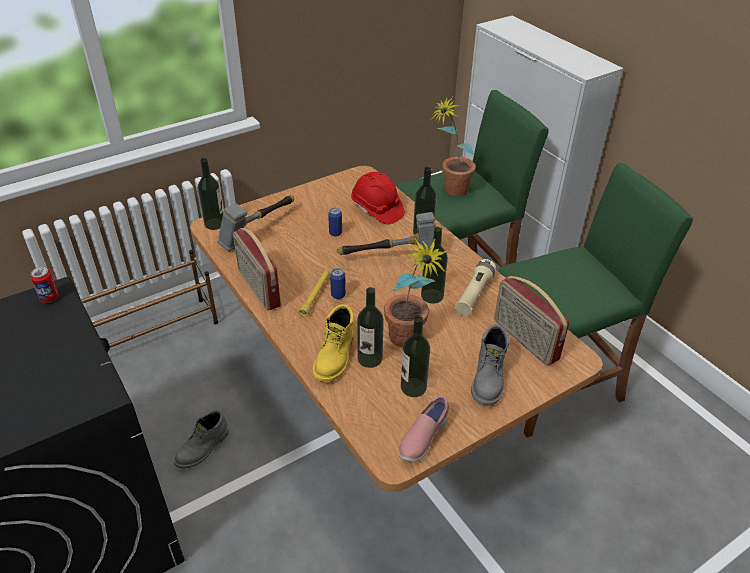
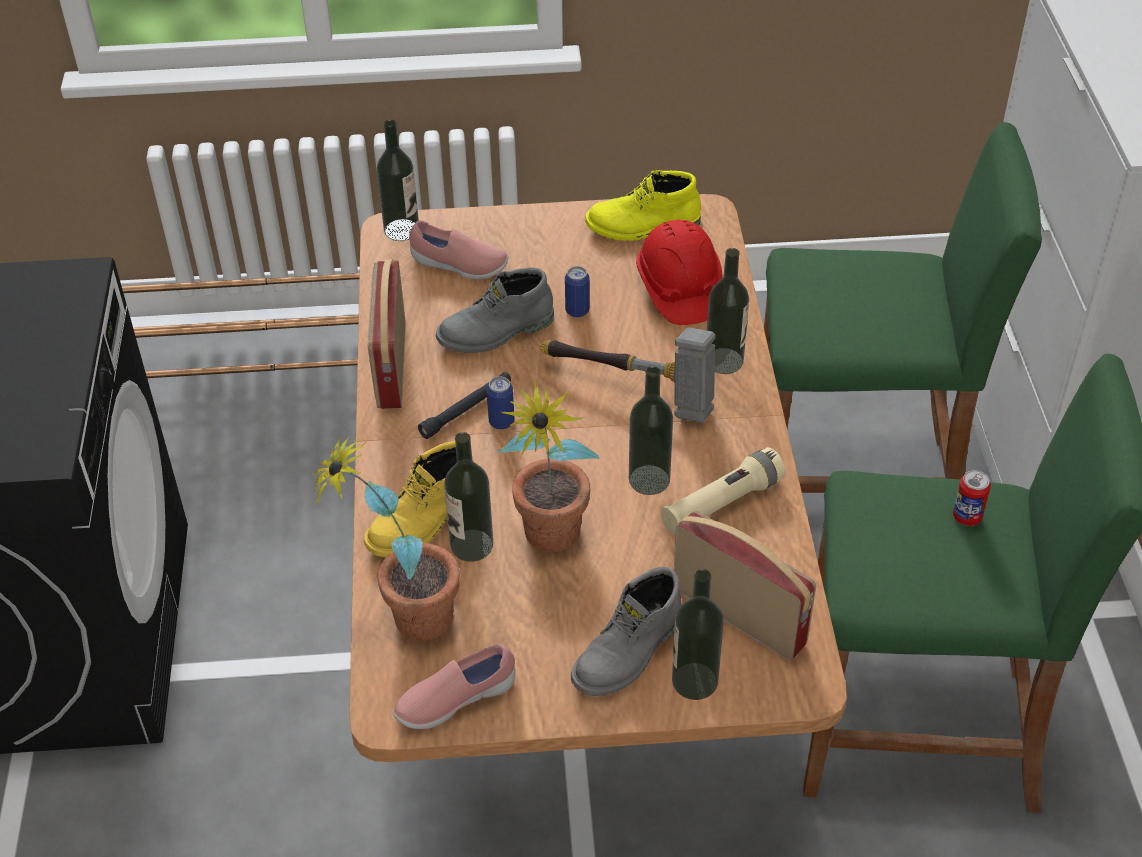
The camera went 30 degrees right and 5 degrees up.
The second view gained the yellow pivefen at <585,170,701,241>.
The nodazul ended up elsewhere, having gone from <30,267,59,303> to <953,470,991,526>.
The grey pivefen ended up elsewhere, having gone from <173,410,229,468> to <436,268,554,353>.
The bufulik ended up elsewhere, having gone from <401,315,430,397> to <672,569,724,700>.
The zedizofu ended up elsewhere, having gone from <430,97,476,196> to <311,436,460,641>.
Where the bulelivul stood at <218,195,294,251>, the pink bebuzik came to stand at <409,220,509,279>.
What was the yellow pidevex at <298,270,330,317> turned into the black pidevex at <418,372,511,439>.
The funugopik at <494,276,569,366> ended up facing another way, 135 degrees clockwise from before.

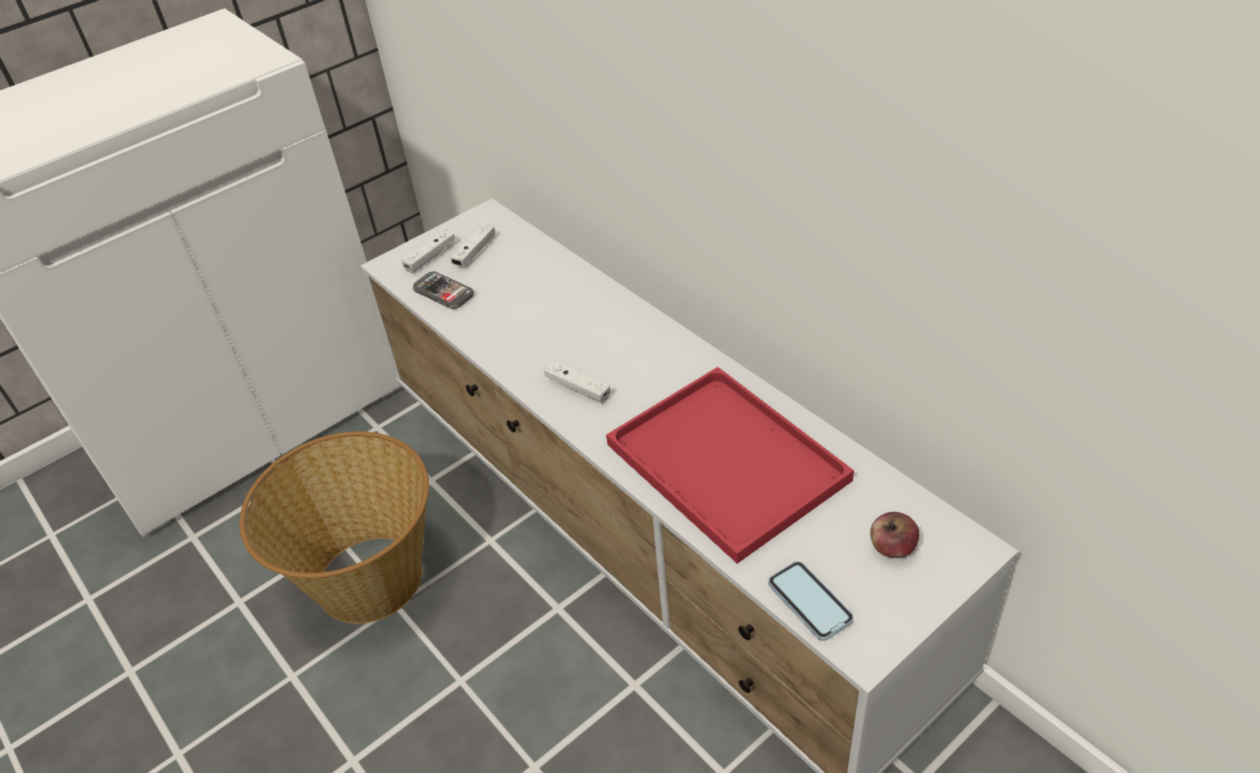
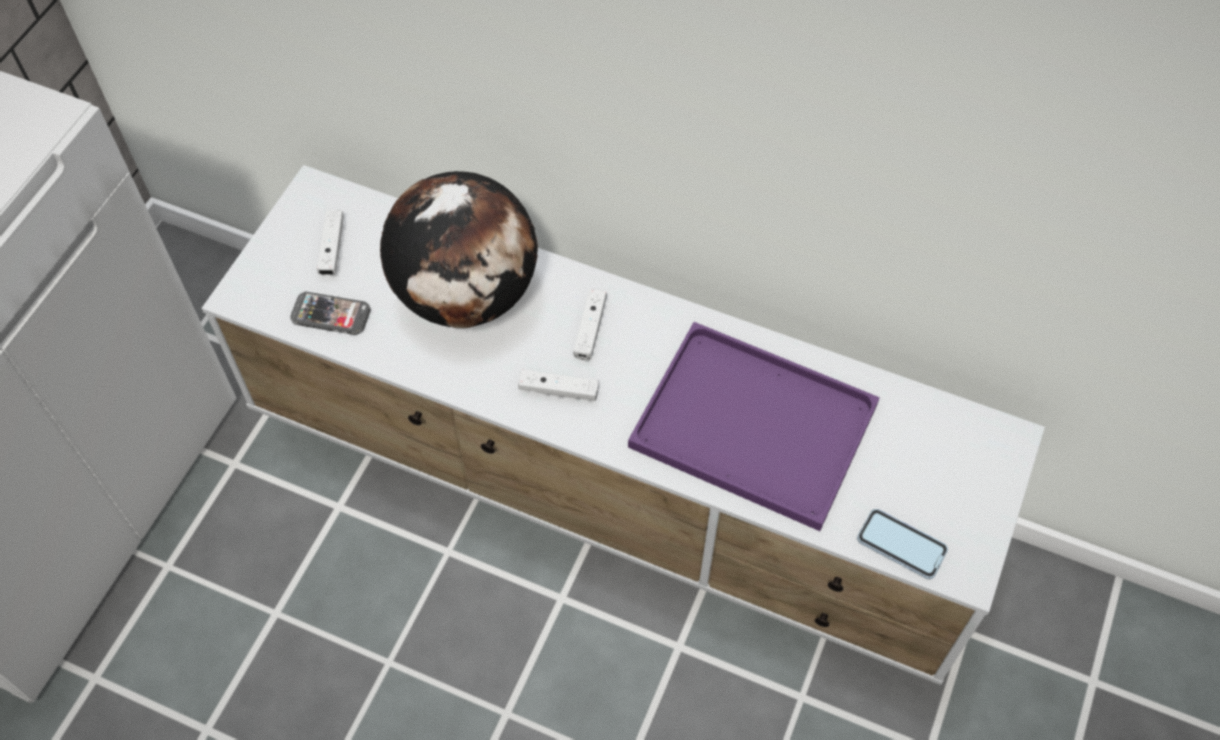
The camera went 30 degrees left and 15 degrees up.
The second view lost the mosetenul at <240,431,429,624>.
The second view lost the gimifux at <870,512,919,558>.
The second view gained the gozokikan at <380,171,538,328>.
The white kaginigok ended up elsewhere, having gone from <402,230,455,273> to <573,289,607,361>.
What was the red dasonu at <606,367,854,564> turned into the purple dasonu at <628,322,880,531>.

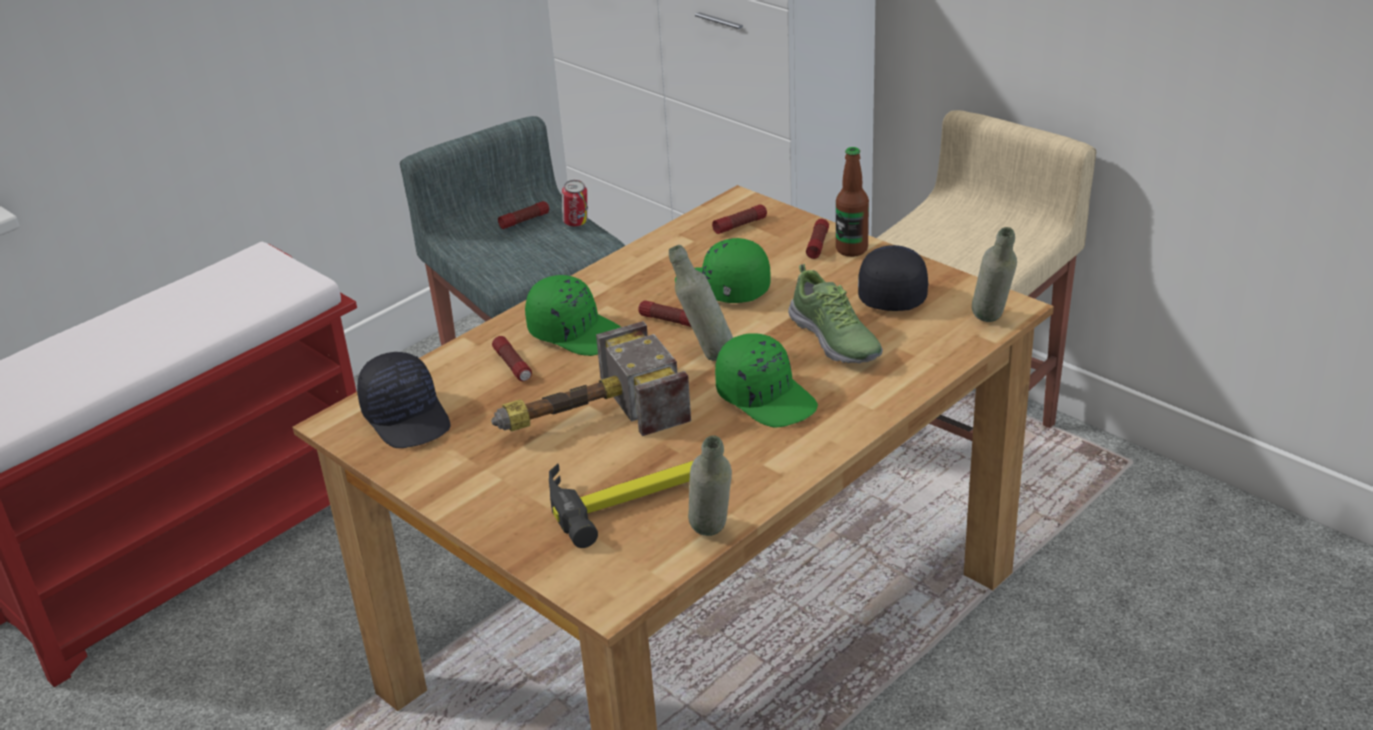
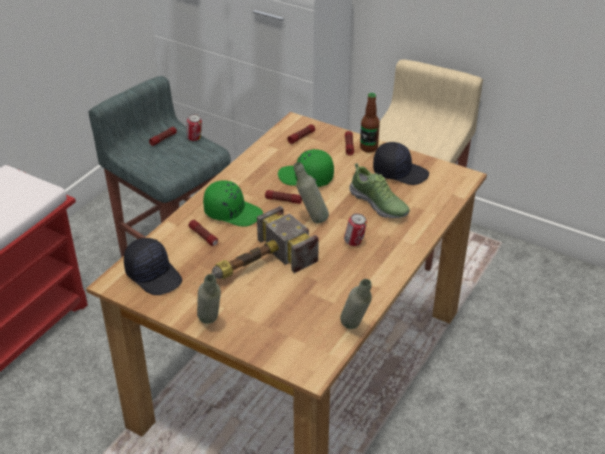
The camera went 15 degrees left and 5 degrees up.
The second view lost the bulelivul at <549,461,693,548>.
The grey bufulik ended up elsewhere, having gone from <972,227,1017,322> to <197,274,221,324>.
Where the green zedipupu stood at <715,333,818,428>, the nodazul came to stand at <344,213,367,246>.
The black zedipupu at <858,245,928,311> ended up facing another way, 105 degrees clockwise from before.

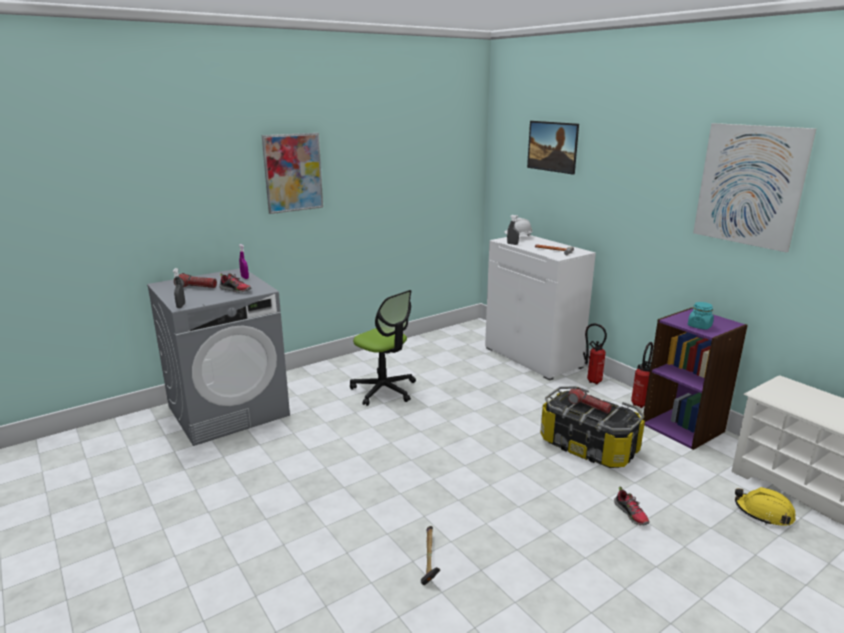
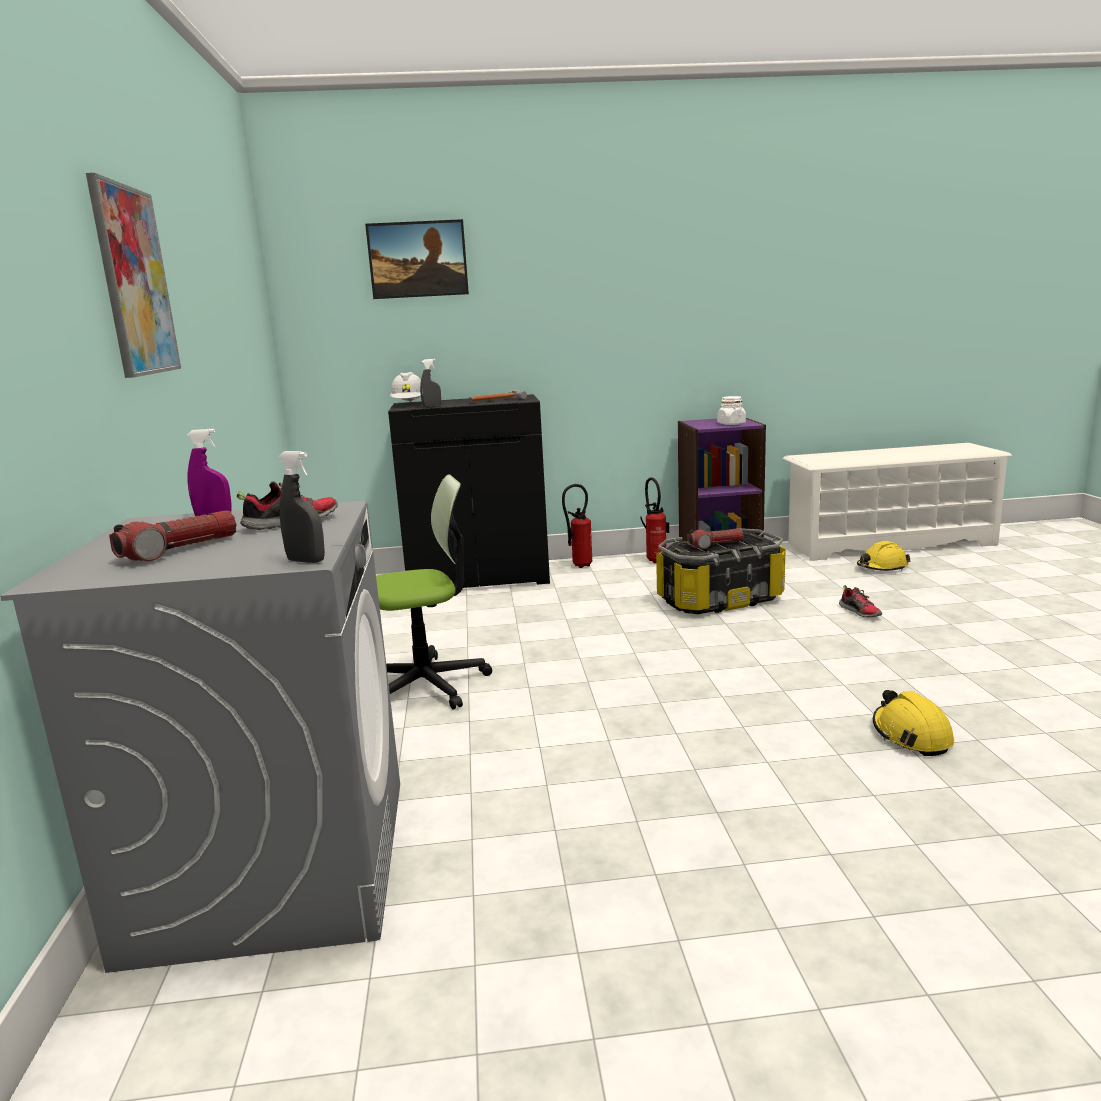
The camera went 60 degrees left and 5 degrees down.
The second view lost the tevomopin at <693,123,816,253>.
Where the bulelivul stood at <421,526,440,585>, the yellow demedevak came to stand at <873,690,955,756>.
What was the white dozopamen at <485,234,596,380> turned into the black dozopamen at <388,394,550,588>.
What was the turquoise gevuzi at <688,302,714,330> turned into the white gevuzi at <717,396,746,425>.
The bebuzik at <614,486,650,525> ended up facing another way, 60 degrees clockwise from before.

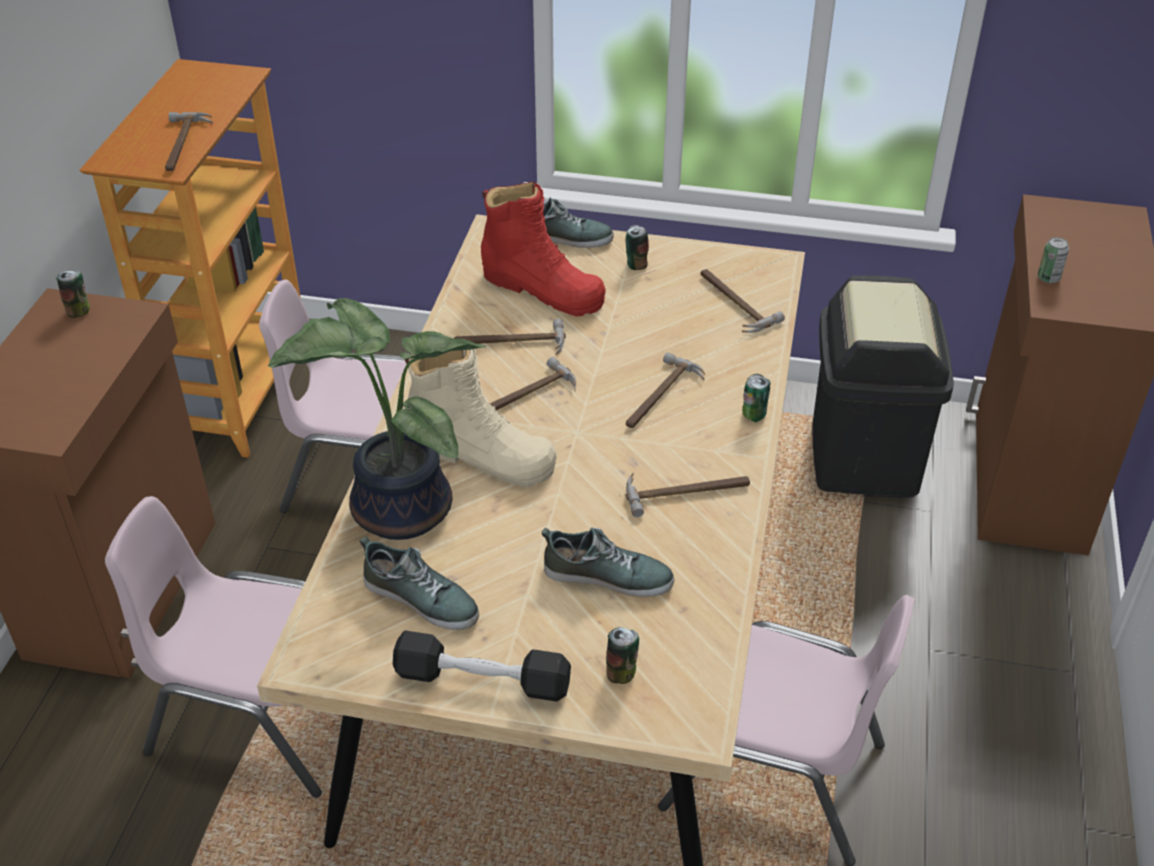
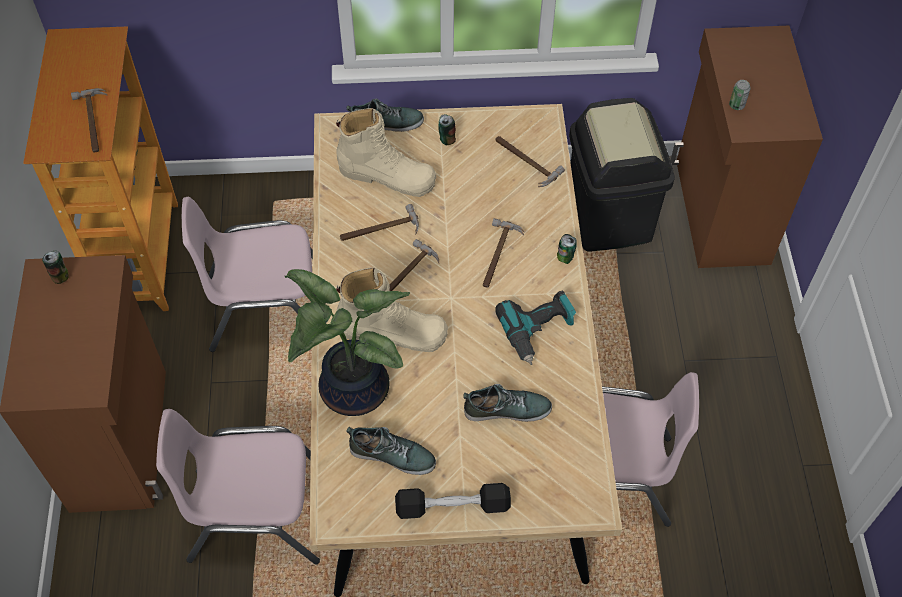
The camera went 15 degrees left and 15 degrees up.
The second view lost the nodazul at <606,627,639,684>.
Where the bulelivul stood at <626,472,750,517>, the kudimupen came to stand at <496,290,576,365>.
What was the red pivefen at <481,182,606,316> turned into the beige pivefen at <336,108,436,197>.

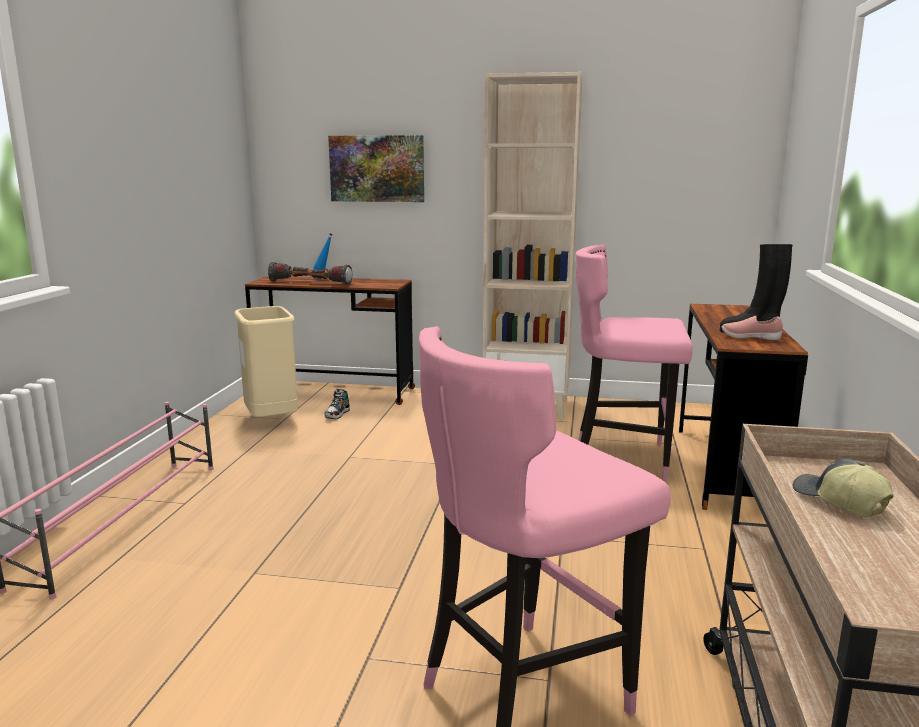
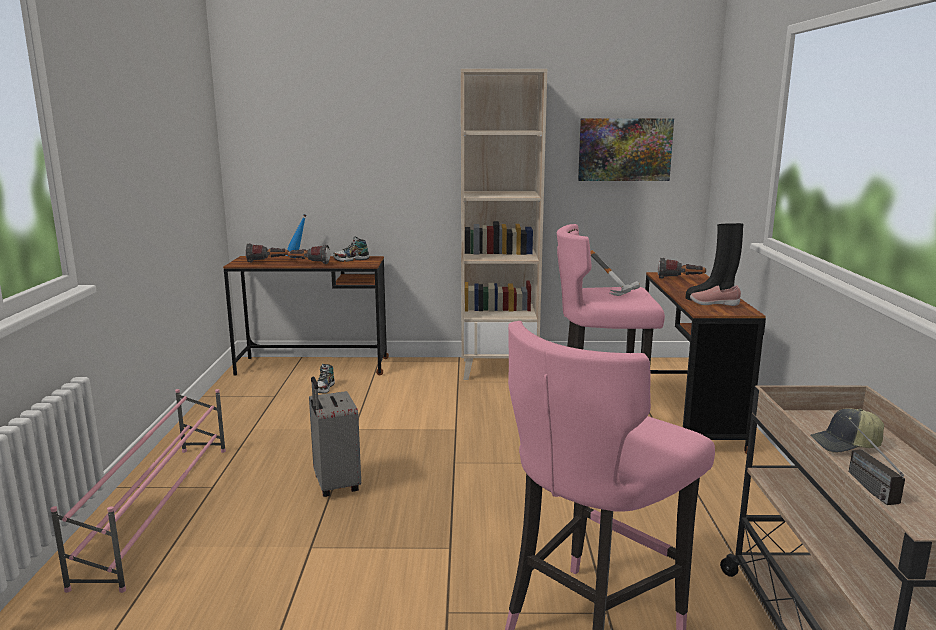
The camera went 10 degrees left and 0 degrees up.
The second view lost the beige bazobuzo at <234,306,298,417>.
The second view gained the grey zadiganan at <309,377,361,497>.
The second view gained the bebuzik at <333,236,370,262>.
The second view gained the bulelivul at <590,250,640,296>.
The second view gained the pidevex at <657,258,706,279>.
The second view gained the funugopik at <846,416,905,505>.
The tevomopin ended up elsewhere, having gone from <328,135,424,202> to <578,118,674,181>.
The zedipupu at <793,459,894,517> ended up facing another way, 60 degrees counterclockwise from before.

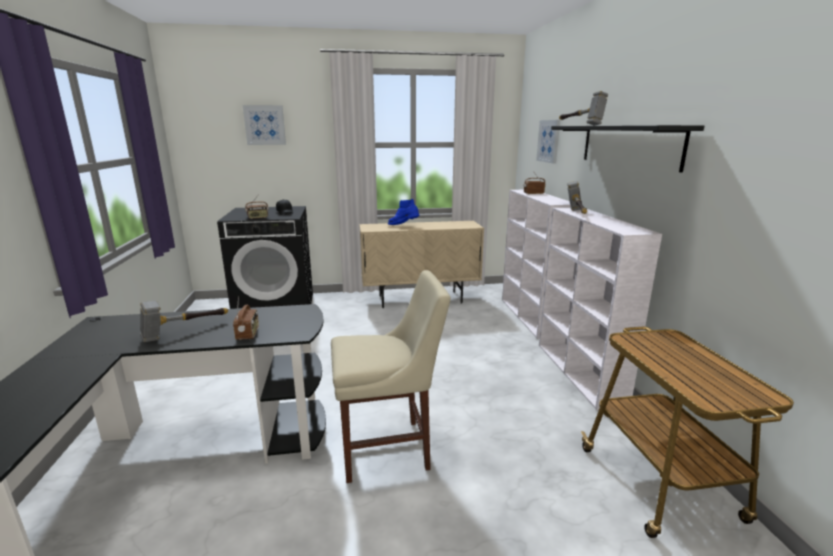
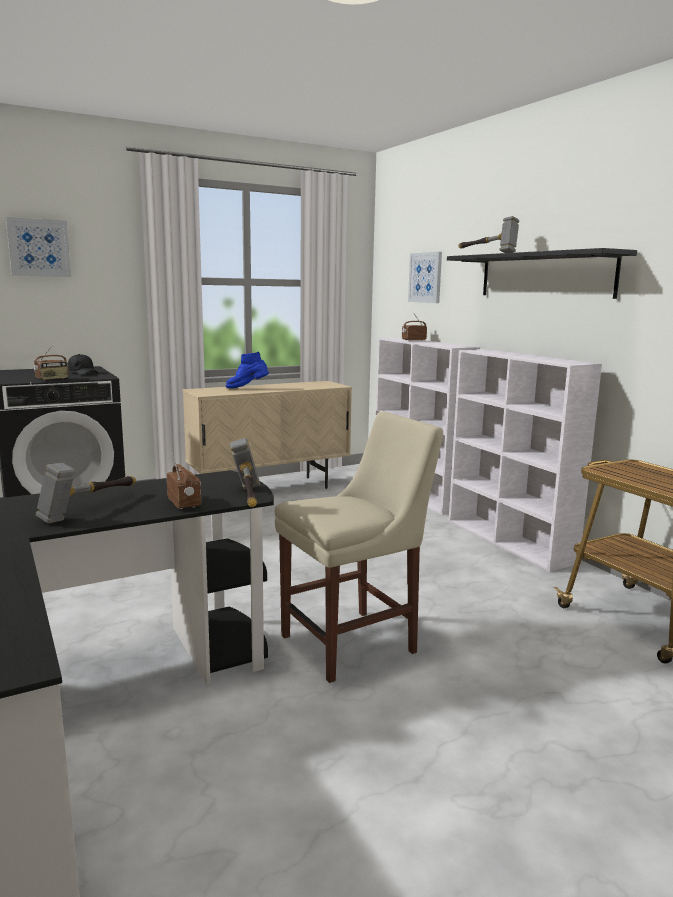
The camera went 20 degrees left and 5 degrees down.
The bulelivul ended up elsewhere, having gone from <567,181,587,214> to <230,438,260,507>.

